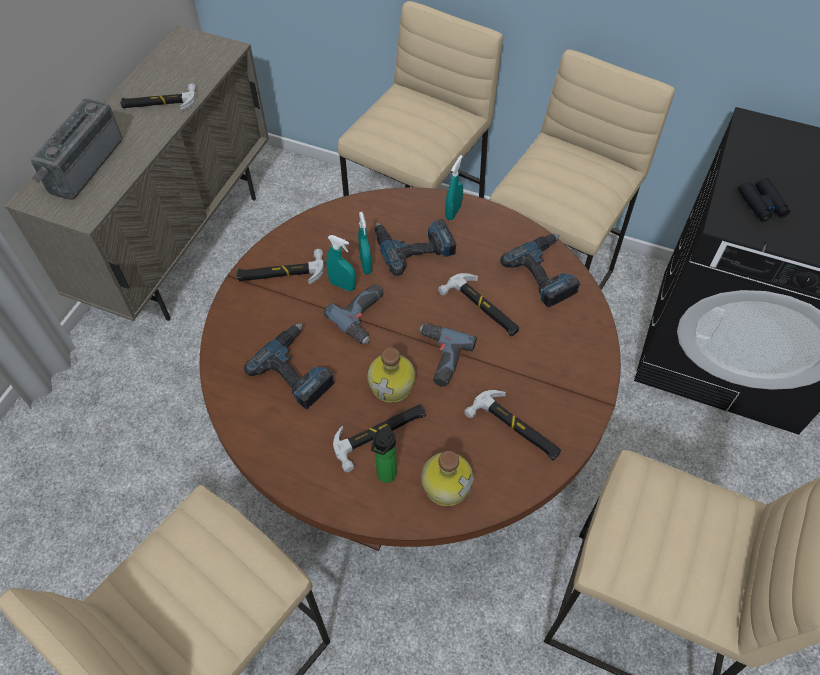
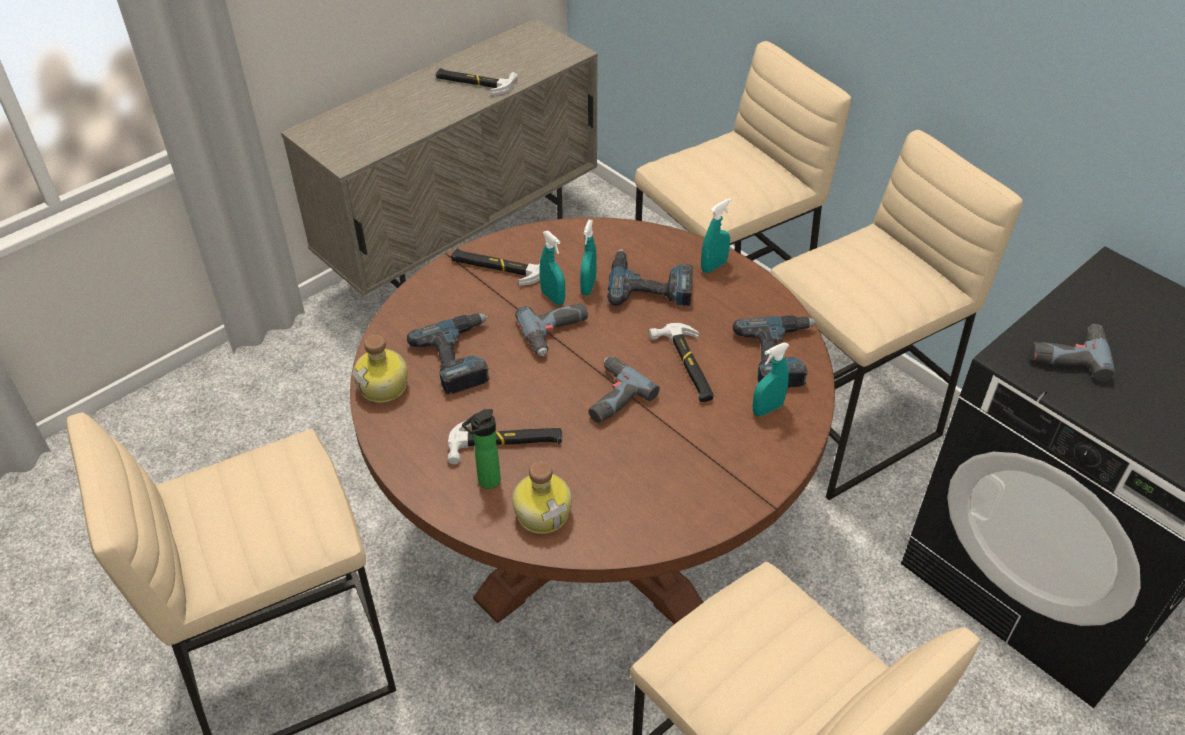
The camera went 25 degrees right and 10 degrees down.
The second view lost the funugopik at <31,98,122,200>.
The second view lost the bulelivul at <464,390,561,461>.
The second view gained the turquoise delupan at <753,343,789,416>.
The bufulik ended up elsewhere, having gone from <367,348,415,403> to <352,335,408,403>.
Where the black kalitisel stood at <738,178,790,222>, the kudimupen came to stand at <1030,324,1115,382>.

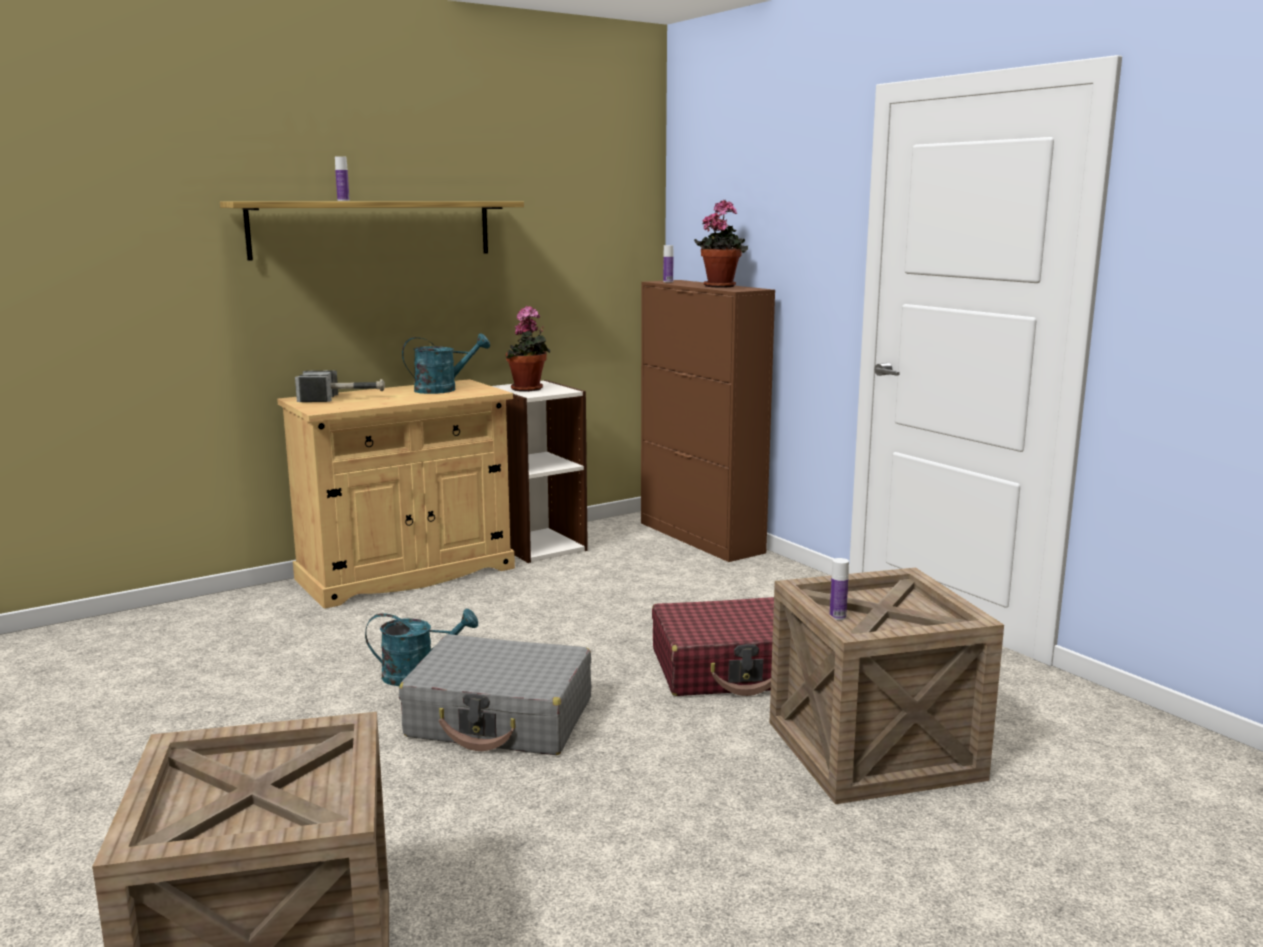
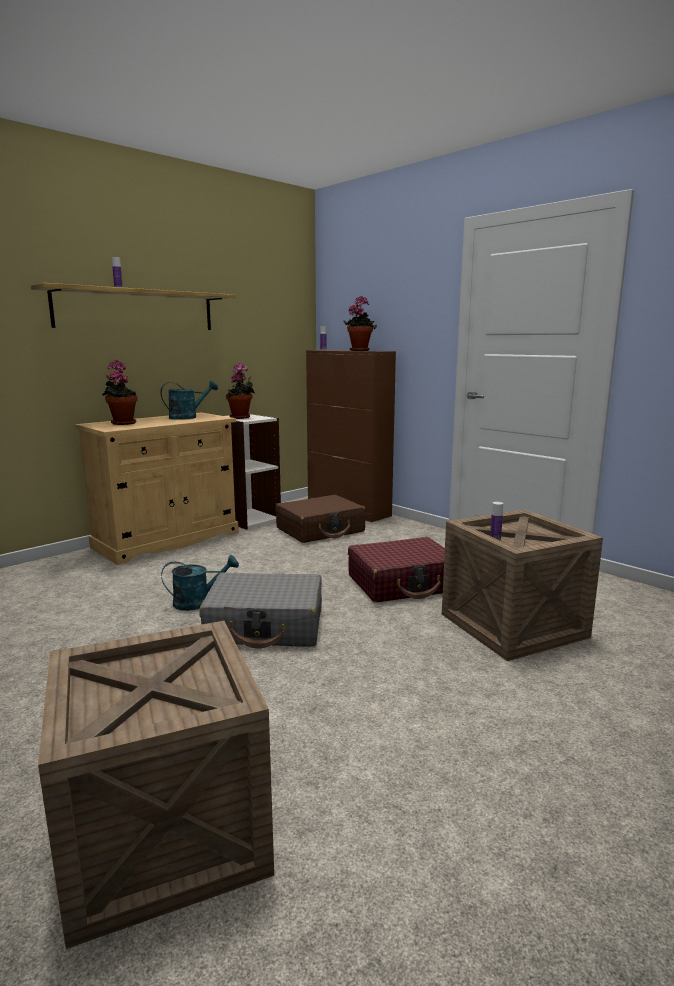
The camera went 10 degrees left and 0 degrees up.
The second view gained the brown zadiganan at <276,495,365,543>.
Where the bulelivul stood at <295,370,385,402>, the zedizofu came to stand at <102,360,138,425>.

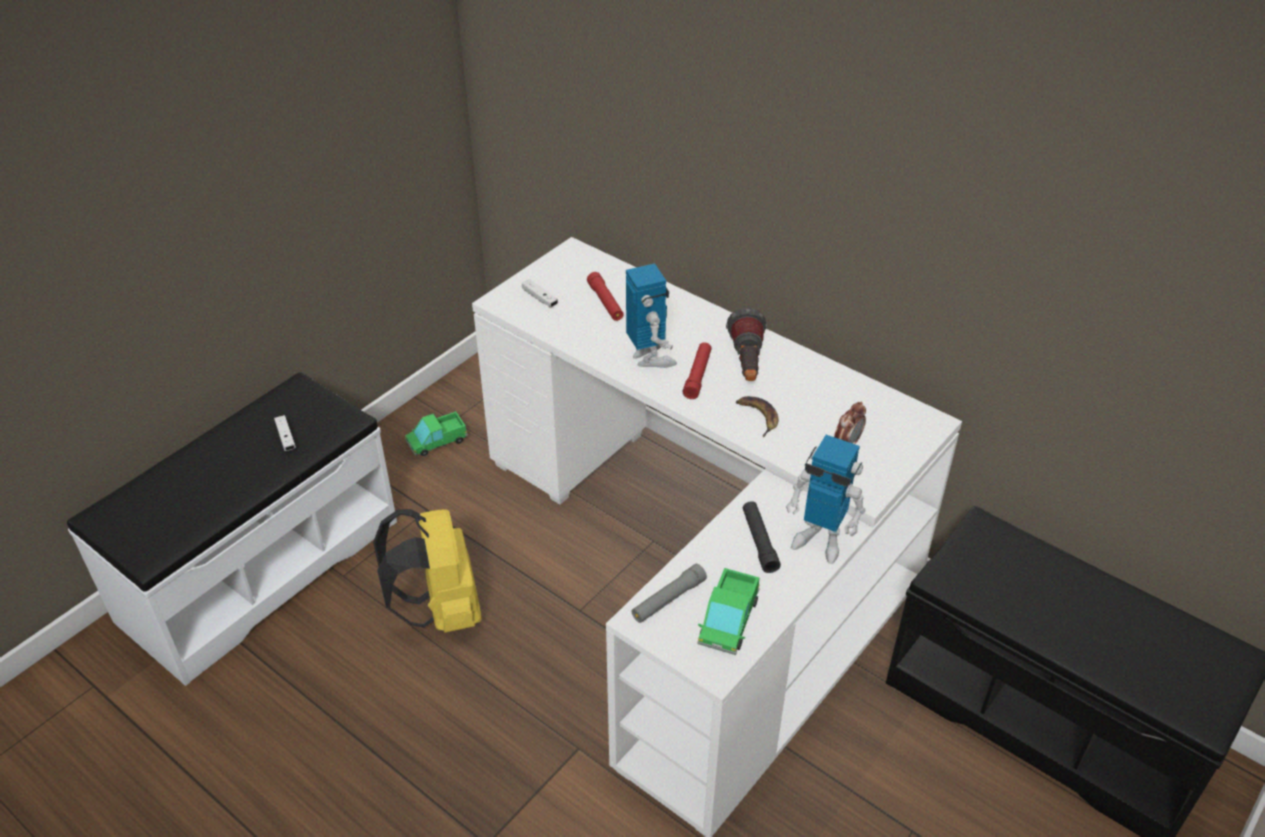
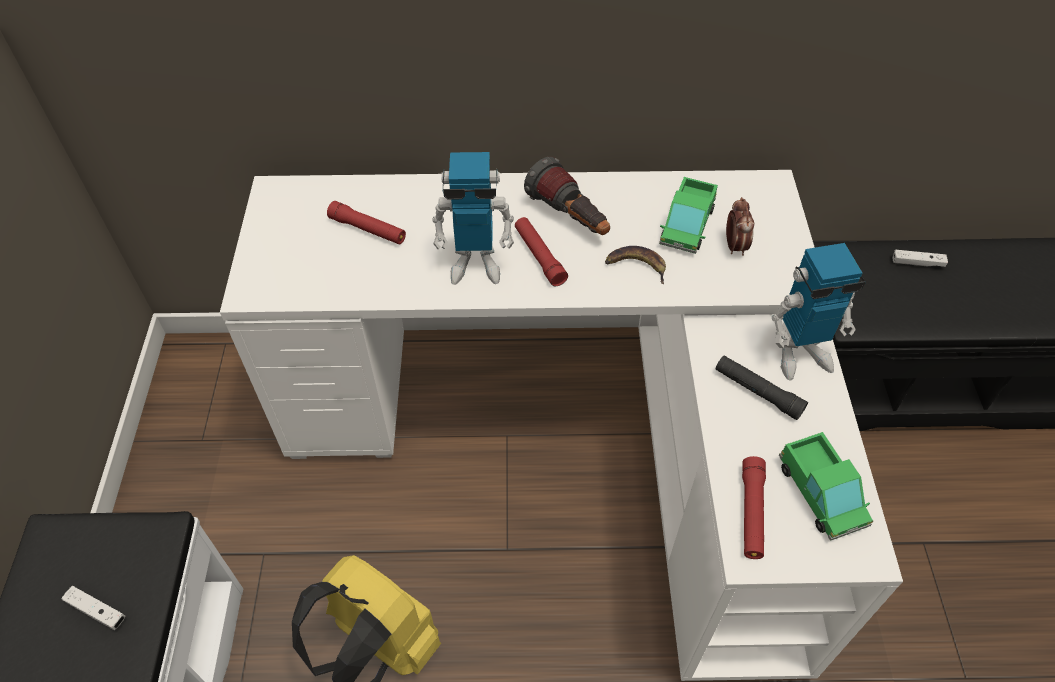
The camera went 40 degrees left and 10 degrees up.
The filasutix ended up elsewhere, having gone from <405,411,468,457> to <659,177,718,254>.
The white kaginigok ended up elsewhere, having gone from <522,279,558,307> to <893,249,948,267>.
What was the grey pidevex at <631,564,707,623> turned into the red pidevex at <742,456,766,559>.
The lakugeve at <626,263,677,368> ended up facing another way, 150 degrees clockwise from before.

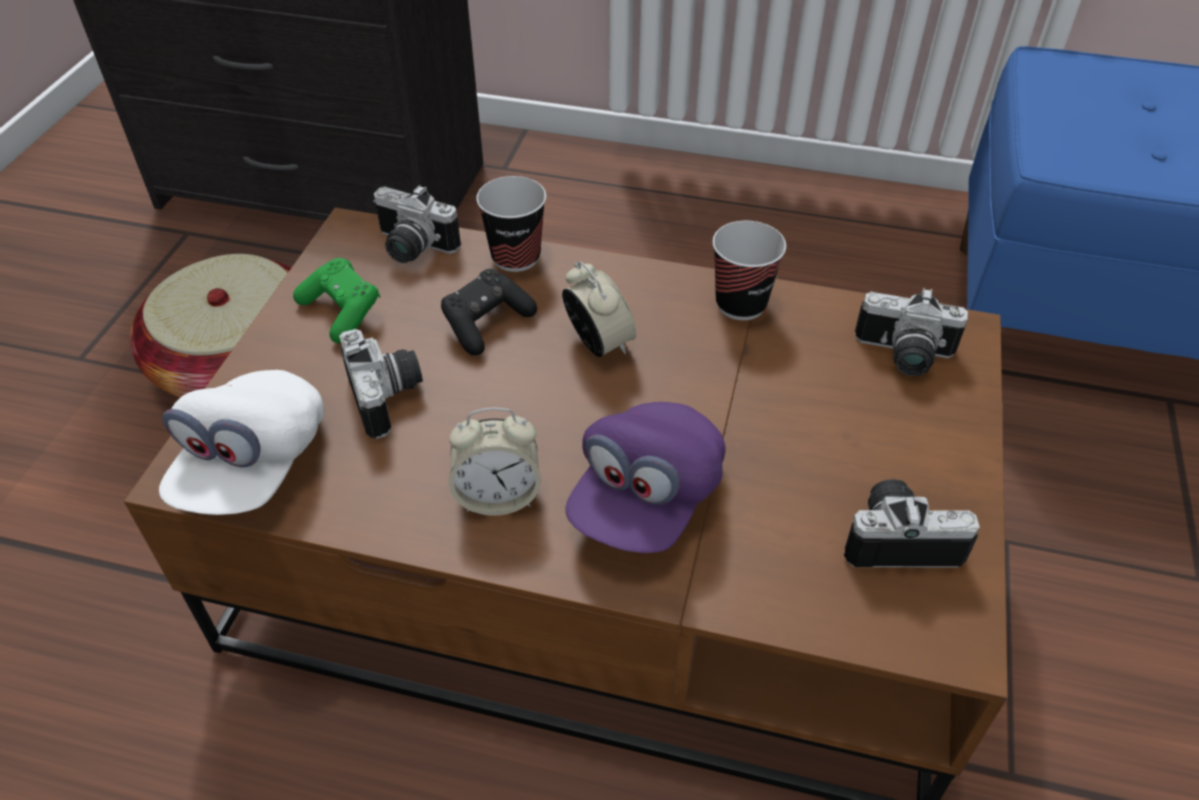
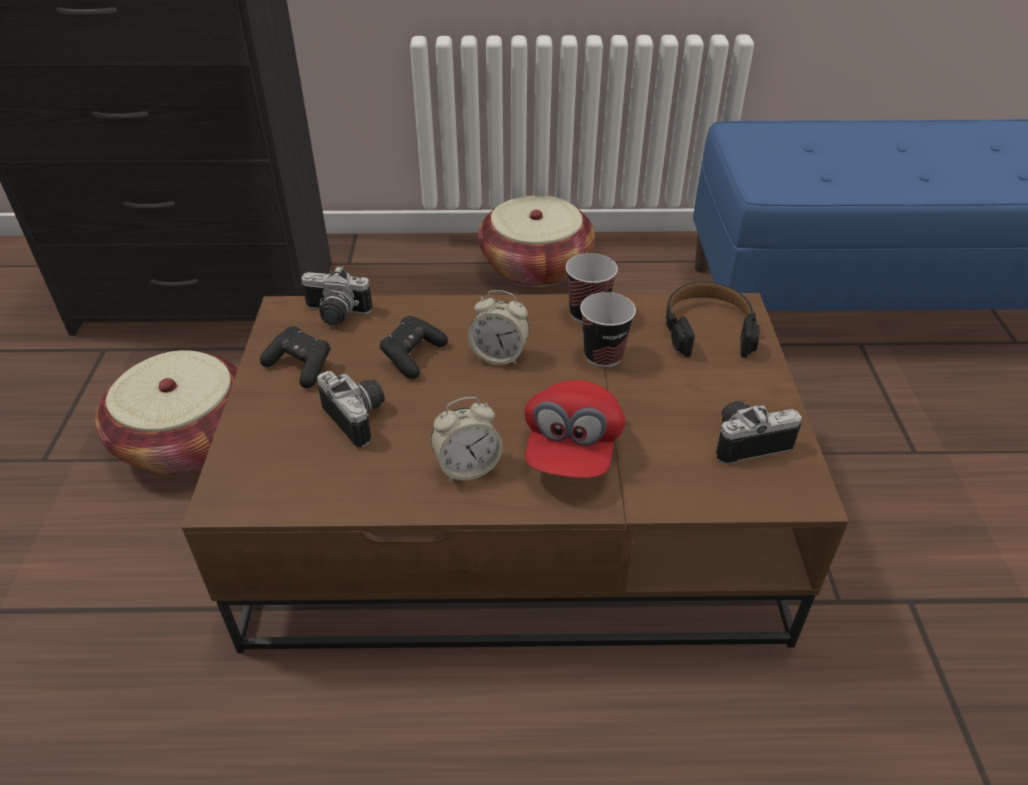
The camera went 15 degrees left and 5 degrees down.
The second view lost the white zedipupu at <159,370,324,515>.
The second view gained the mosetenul at <478,195,595,287>.
The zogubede ended up elsewhere, having gone from <476,176,546,272> to <580,292,636,367>.
Where the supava stood at <855,288,968,376>, the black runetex came to stand at <666,282,760,357>.
What was the green kaginigok at <293,258,381,343> turned into the black kaginigok at <260,326,330,388>.
What was the purple zedipupu at <565,402,726,553> turned into the red zedipupu at <524,380,626,478>.
The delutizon at <562,261,636,357> ended up facing another way, 150 degrees clockwise from before.

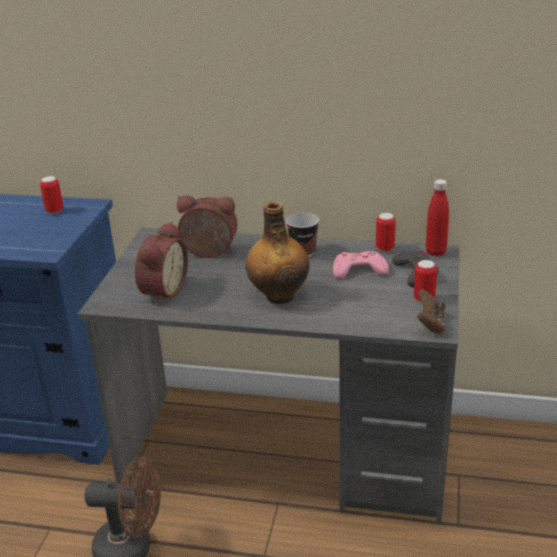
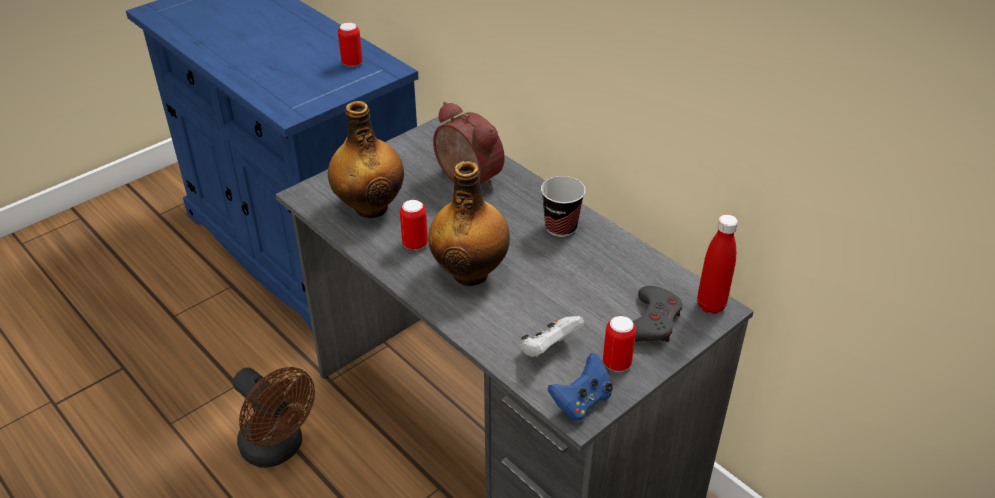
The camera went 35 degrees right and 10 degrees up.
The second view lost the pink kaginigok at <333,251,389,279>.
The second view gained the white kaginigok at <521,316,585,357>.
The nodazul ended up elsewhere, having gone from <376,213,396,252> to <400,200,428,250>.
Where the delutizon stood at <135,222,188,305>, the bufulik came to stand at <328,101,404,218>.
What was the brown kaginigok at <417,289,446,334> turned into the blue kaginigok at <548,353,613,421>.

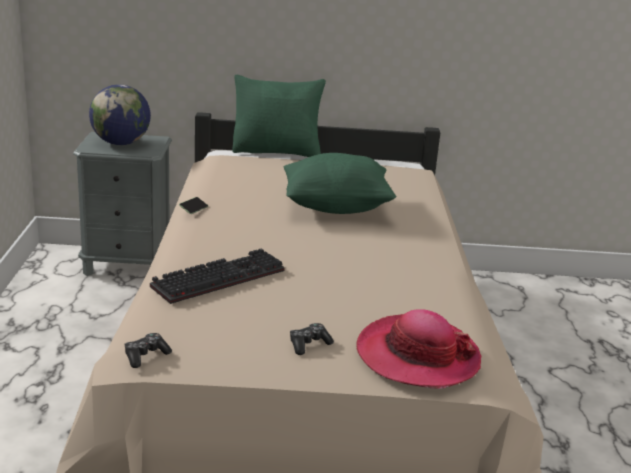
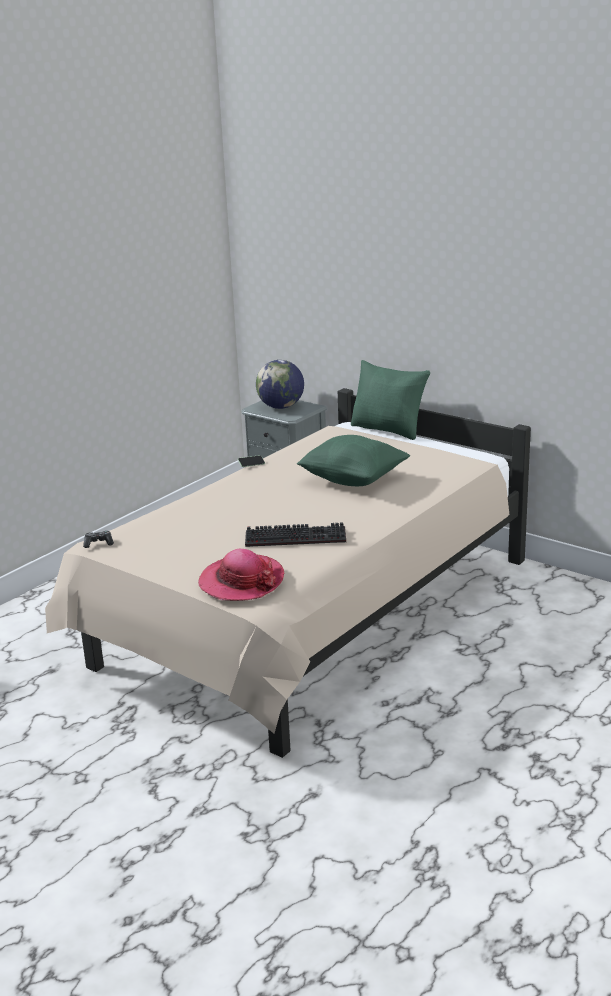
The camera went 40 degrees right and 0 degrees up.
The second view lost the kaginigok at <290,323,334,355>.
The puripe ended up elsewhere, having gone from <150,248,285,304> to <245,522,346,547>.

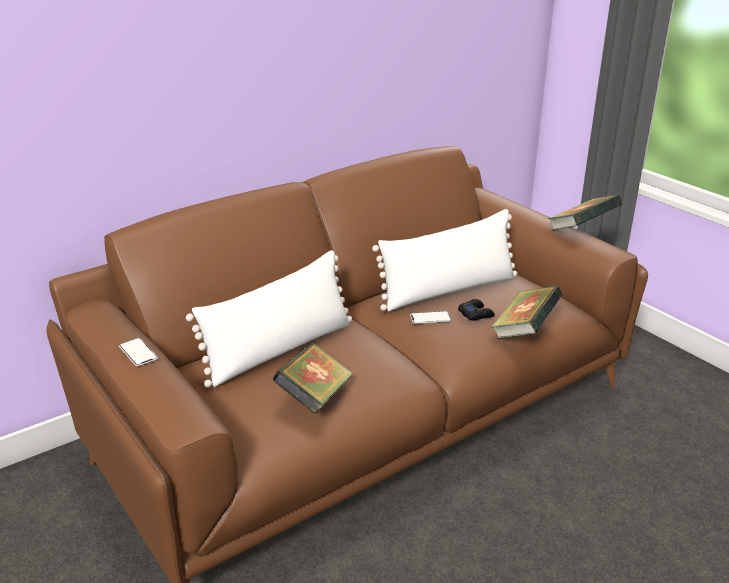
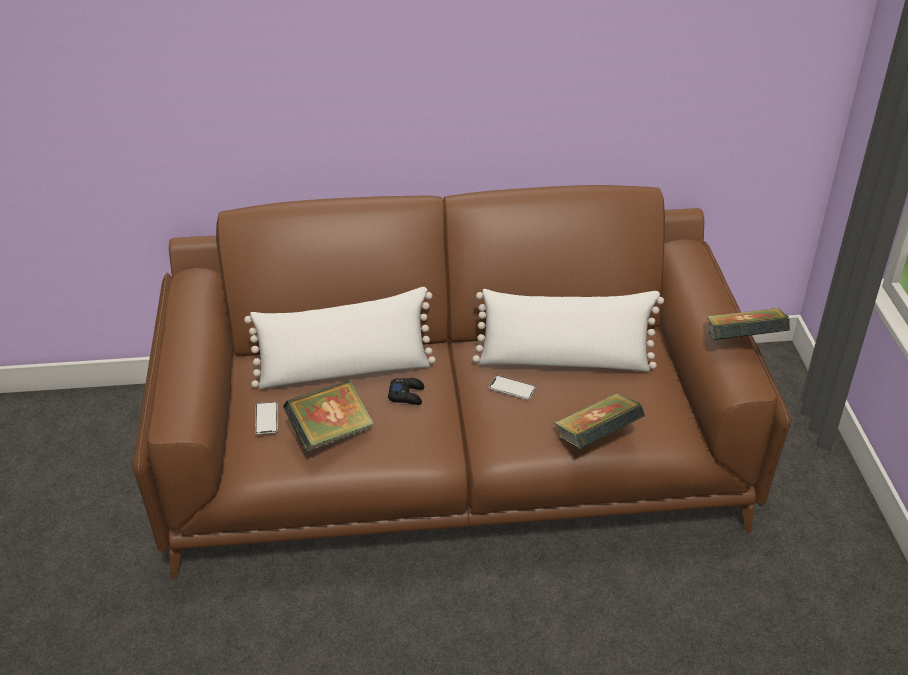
The camera went 30 degrees right and 10 degrees up.
The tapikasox ended up elsewhere, having gone from <119,338,158,366> to <255,402,278,435>.
The black kaginigok ended up elsewhere, having gone from <458,299,495,321> to <388,378,424,405>.

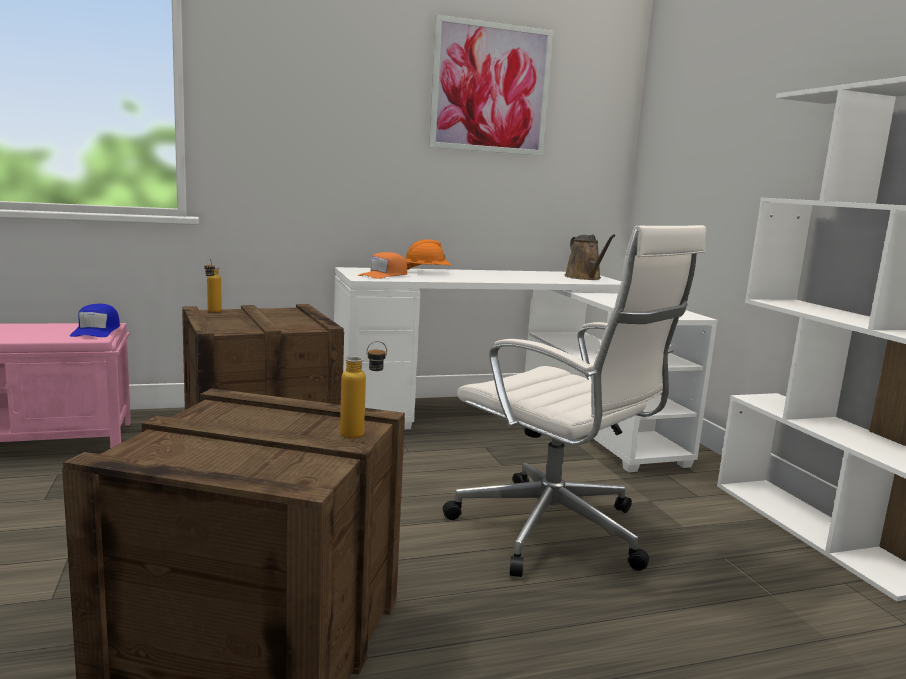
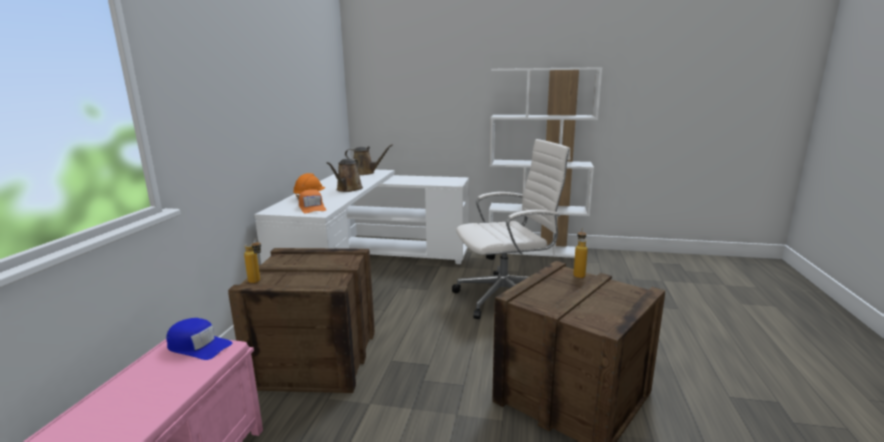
The camera went 60 degrees left and 5 degrees up.
The second view lost the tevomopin at <429,15,553,156>.
The second view gained the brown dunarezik at <327,159,363,192>.

